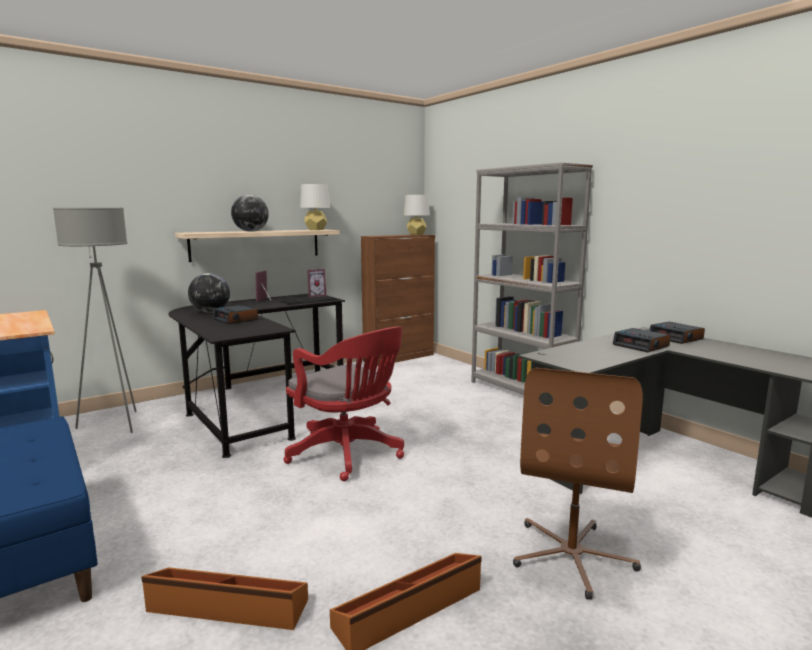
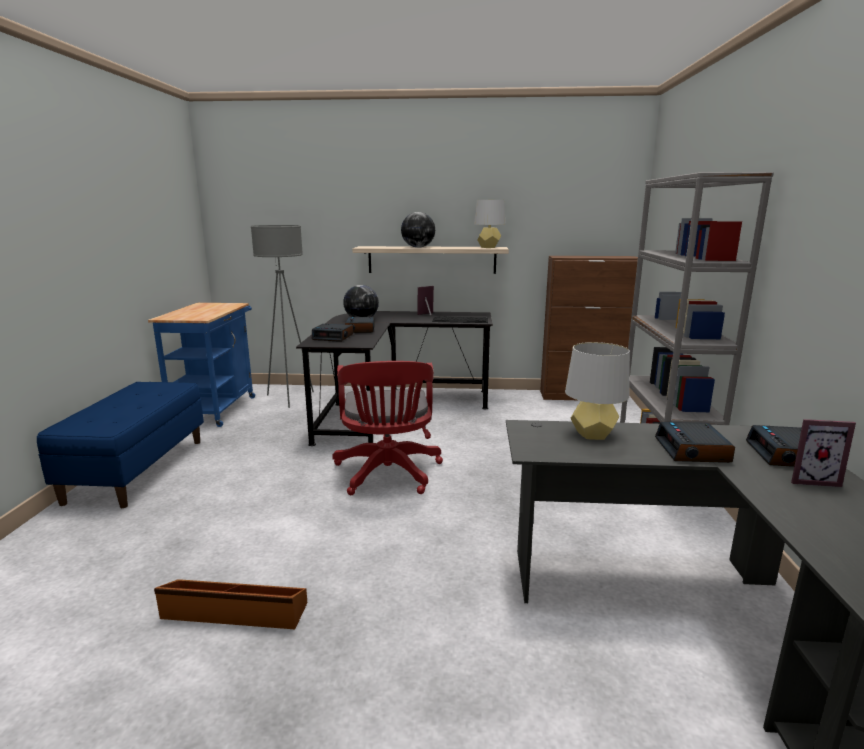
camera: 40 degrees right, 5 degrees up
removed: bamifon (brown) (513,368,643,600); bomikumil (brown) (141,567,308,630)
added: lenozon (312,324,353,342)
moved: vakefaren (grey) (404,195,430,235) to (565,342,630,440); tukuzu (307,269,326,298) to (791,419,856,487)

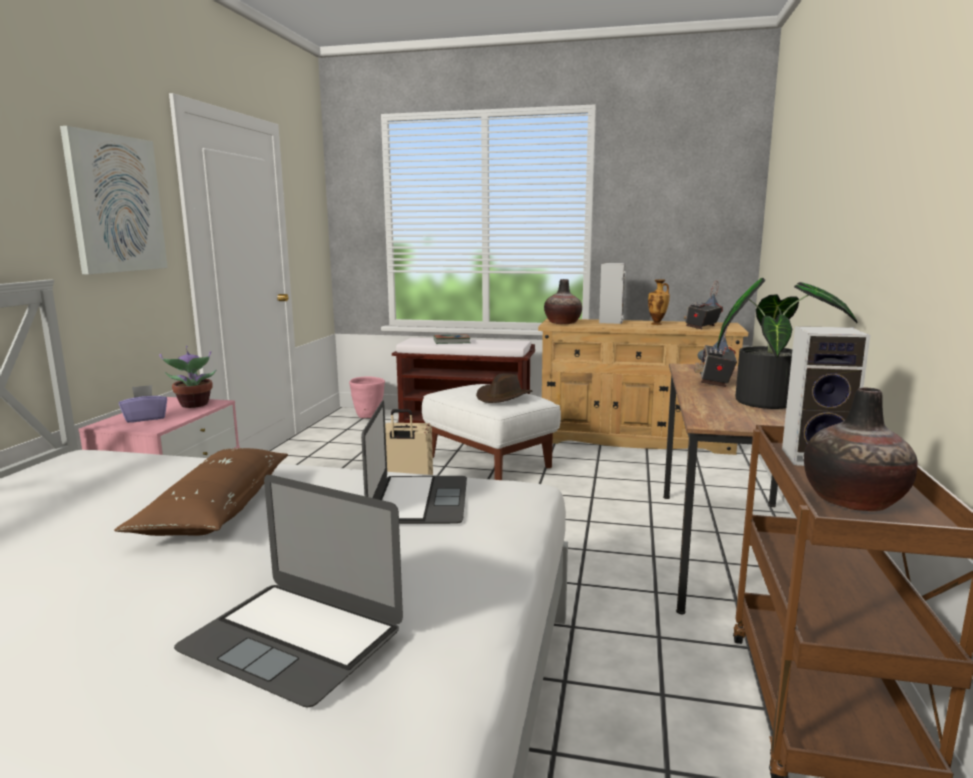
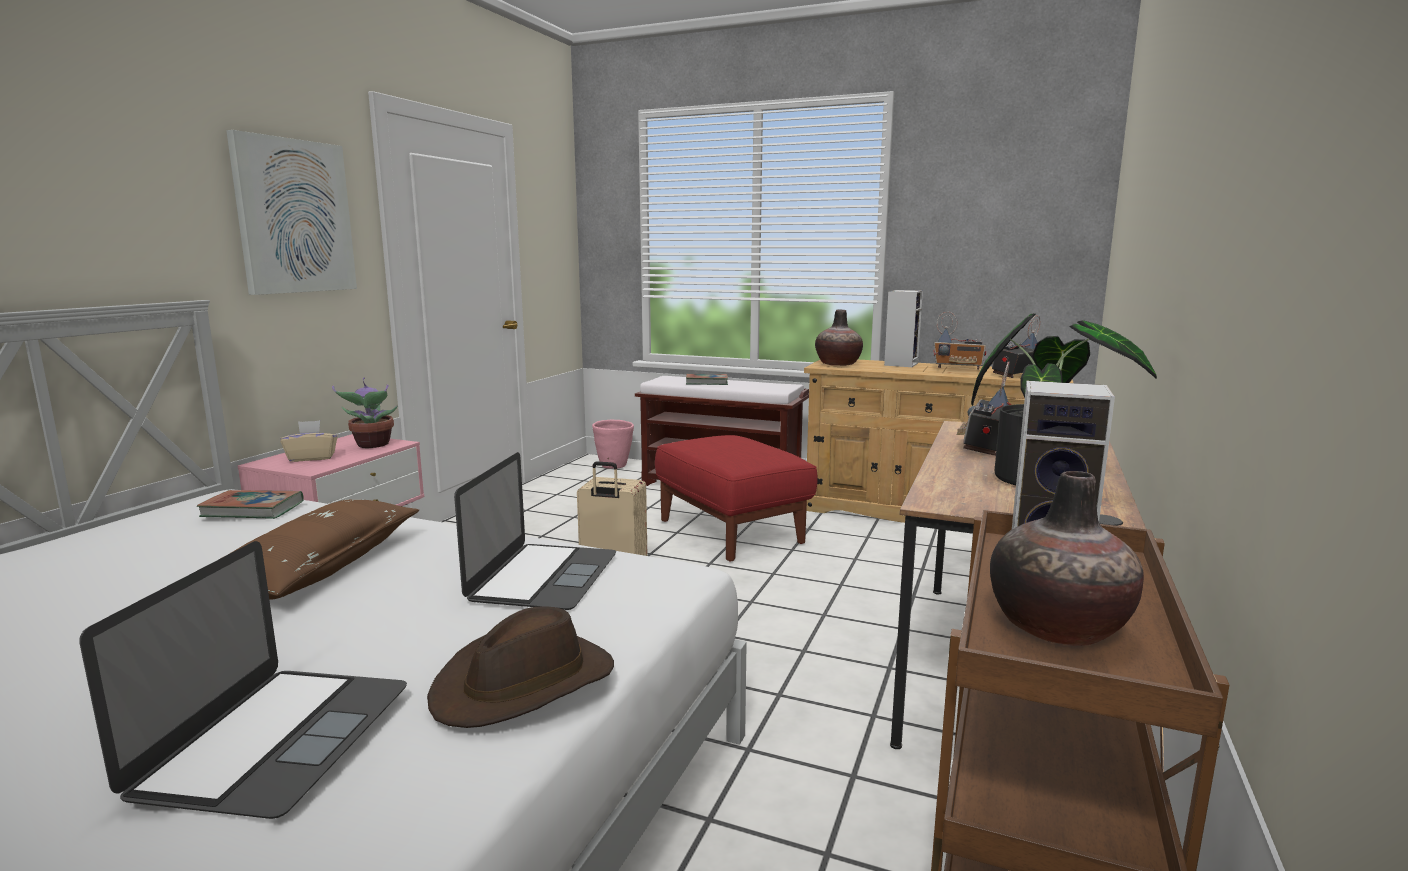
camera: 10 degrees right, 0 degrees up
added: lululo (197,490,304,519)
moved: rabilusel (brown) (476,373,533,403) to (427,606,614,728)
replaced: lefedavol (648,279,670,325) to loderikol (933,312,987,370)
recoloured: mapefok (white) (422,384,561,480) to mapefok (red) (655,435,818,562); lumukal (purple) (119,385,167,423) to lumukal (beige) (280,420,338,462)
turned: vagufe (174,475,403,708) = (79,541,407,819) 120 degrees counterclockwise

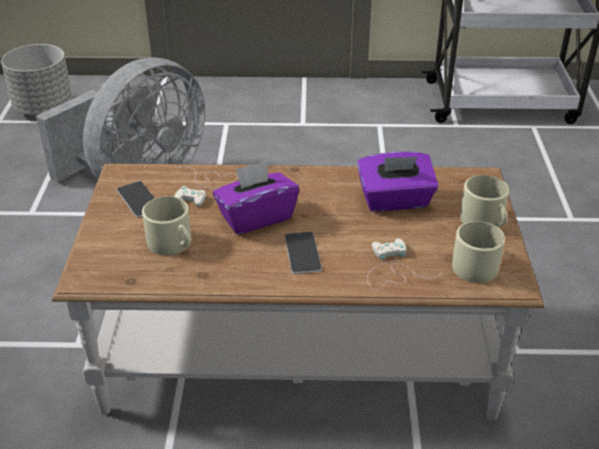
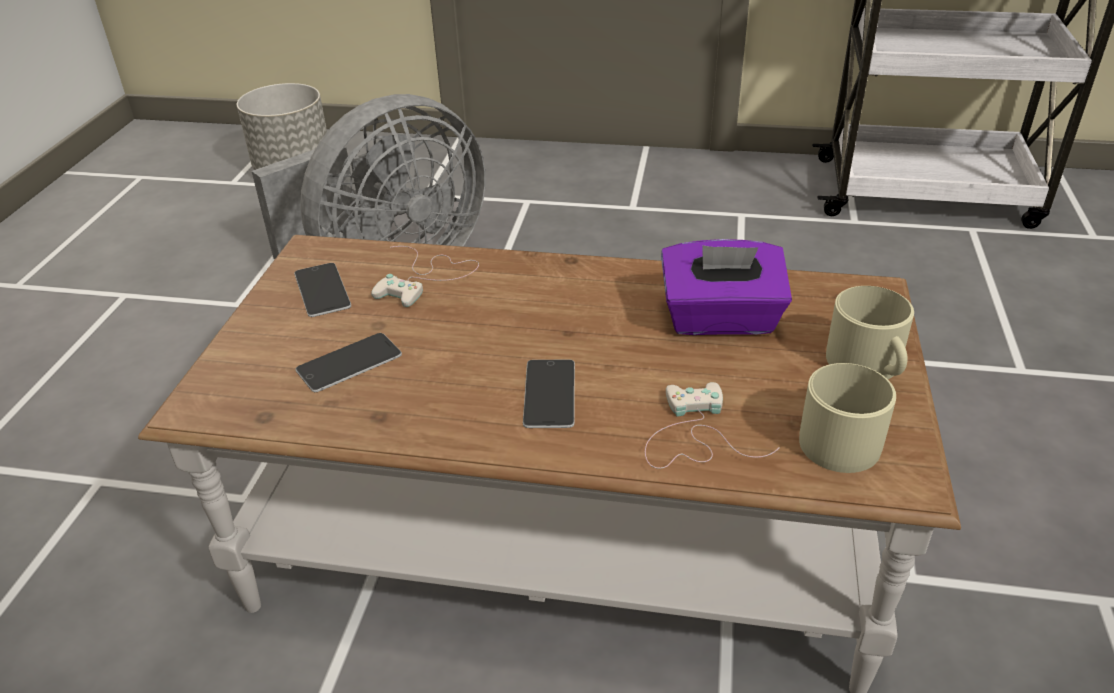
camera: 10 degrees right, 0 degrees up
removed: lumukal (purple) (213,161,299,235)
replaced: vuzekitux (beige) (142,196,191,255) to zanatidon (295,333,402,392)

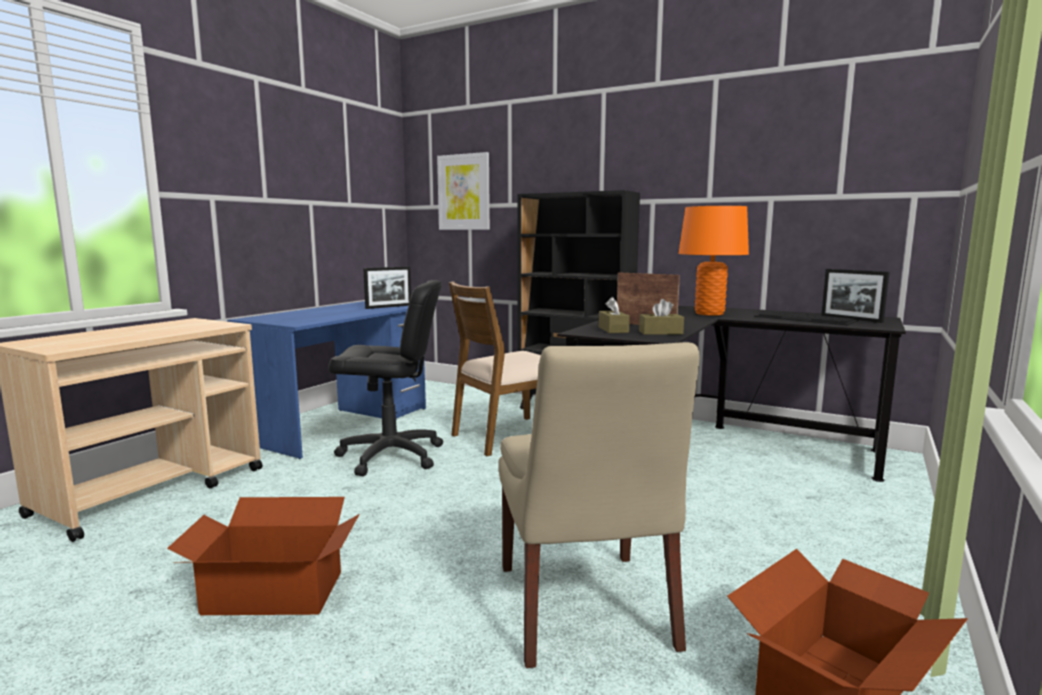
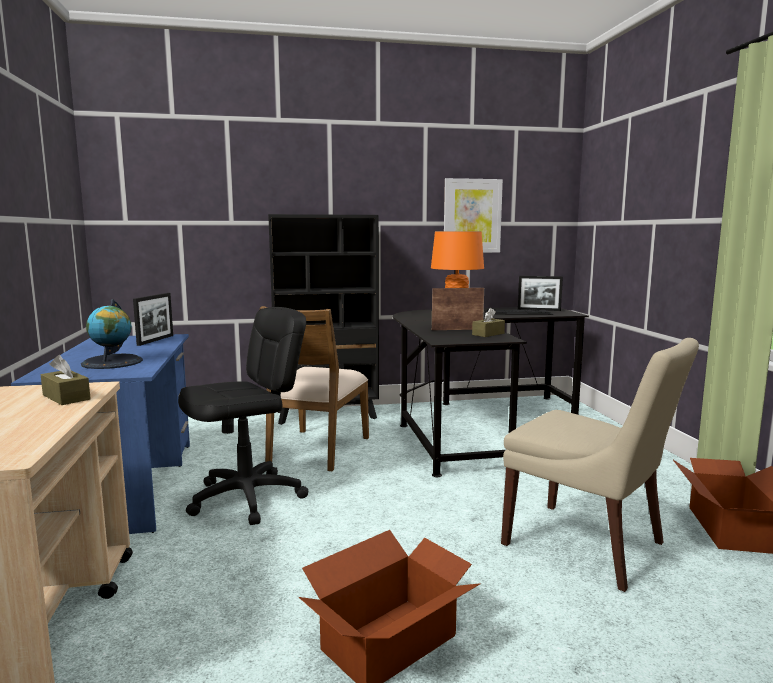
camera: 40 degrees left, 0 degrees up
added: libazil (81,299,143,369)
moved: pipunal (437,152,490,230) to (444,178,503,253); lumukal (brown) (599,297,630,333) to (41,355,91,405)

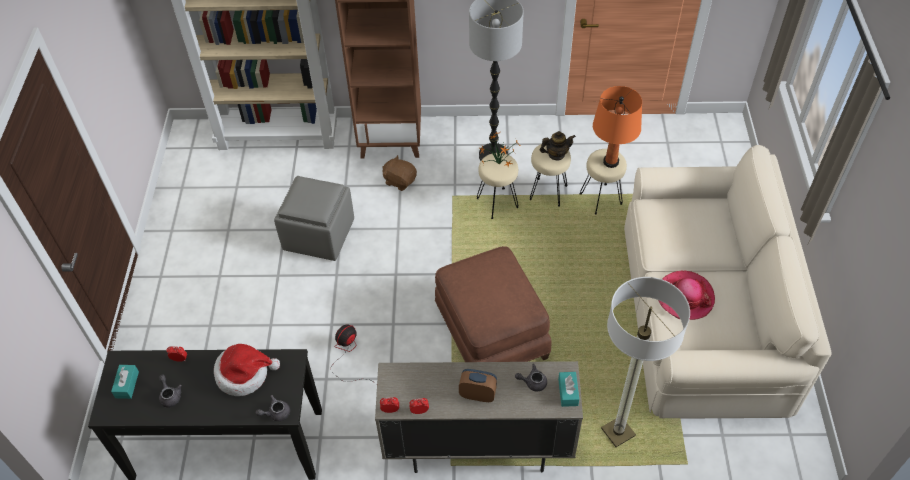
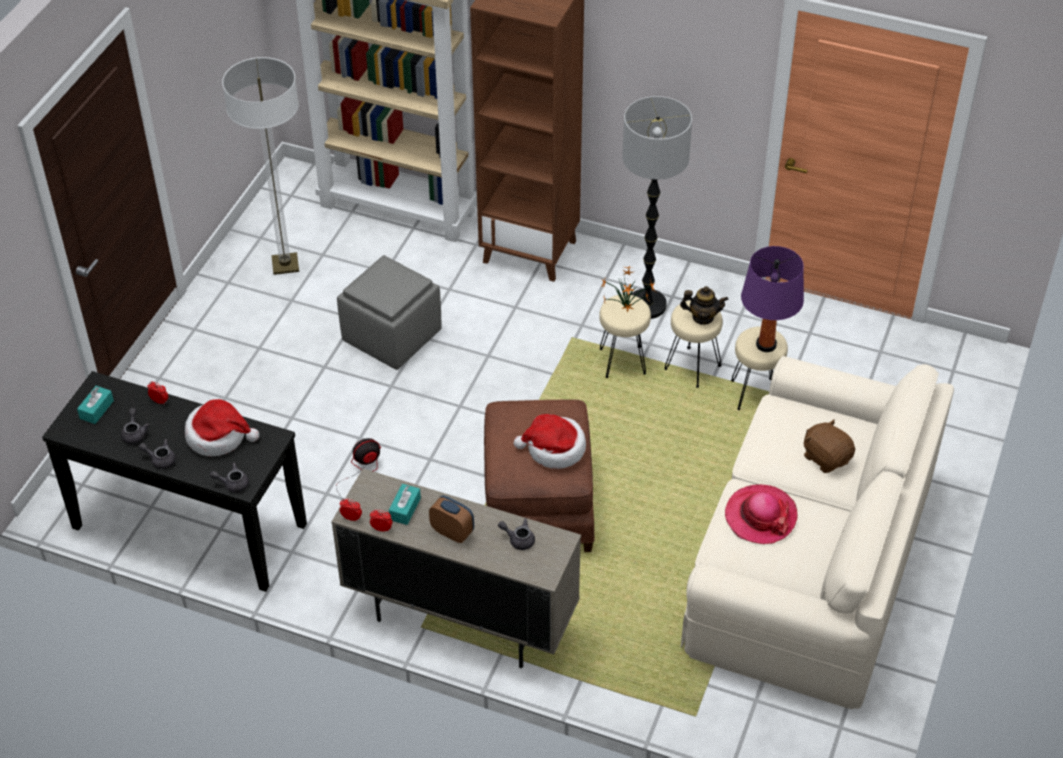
camera: 20 degrees right, 5 degrees down
added: rabilusel (514,414,586,469); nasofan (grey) (139,439,176,469)
moved: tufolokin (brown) (382,155,417,191) to (804,419,855,473); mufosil (601,277,690,447) to (222,57,299,275); lumukal (turquoise) (558,372,579,407) to (389,484,421,525)
recoloured: vakefaren (orange) (593,86,642,168) to vakefaren (purple) (741,246,804,352)

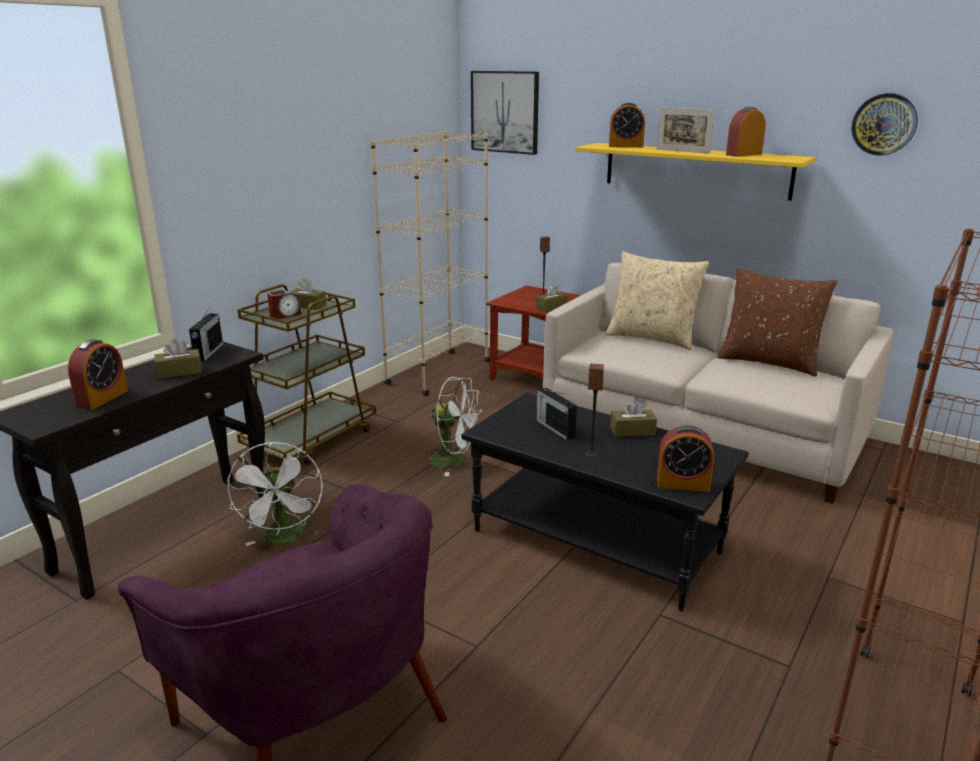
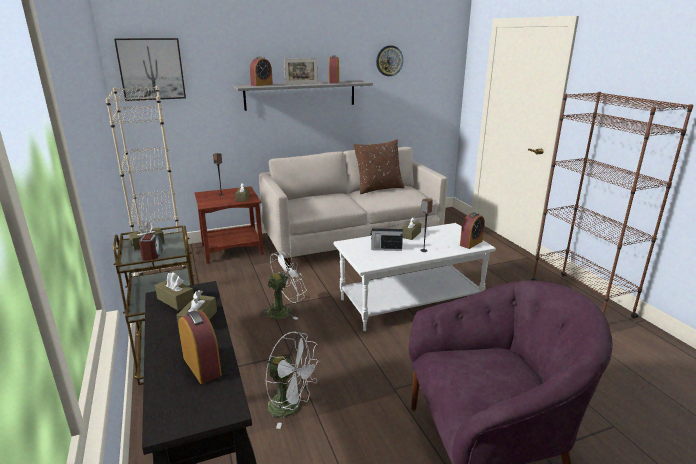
camera: 55 degrees left, 0 degrees up
removed: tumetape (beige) (606,252,709,350)
replaced: loderikol (189,309,223,362) to lumukal (brown) (155,272,194,311)
recoloured: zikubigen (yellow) (575,143,815,201) to zikubigen (grey) (233,80,373,111); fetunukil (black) (461,393,749,611) to fetunukil (white) (334,223,496,331)

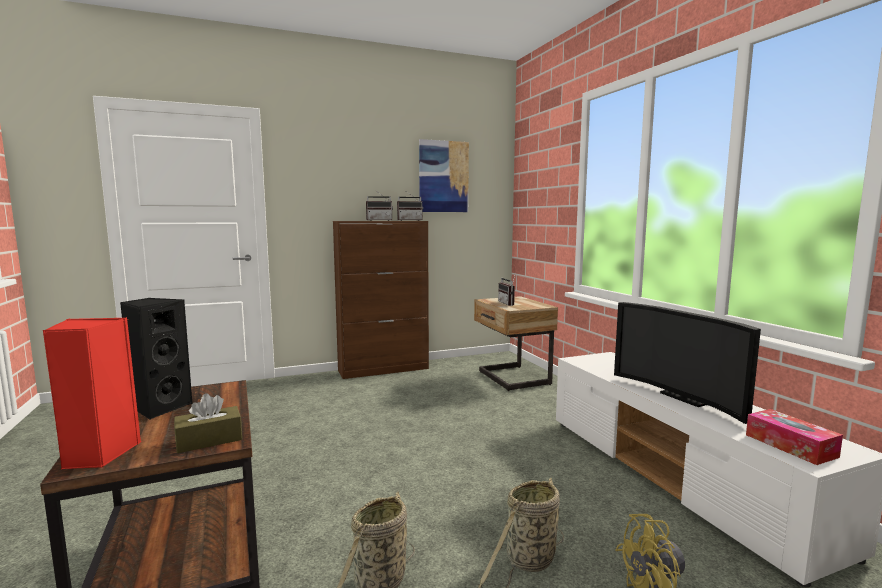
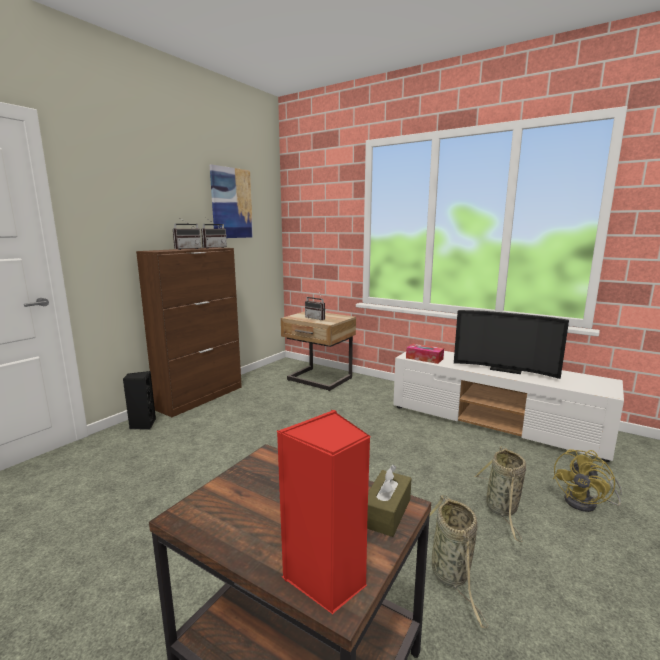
camera: 35 degrees left, 5 degrees up
moved: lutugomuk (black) (120,298,192,420) to (123,371,156,430); lumukal (746,409,843,465) to (406,344,444,364)

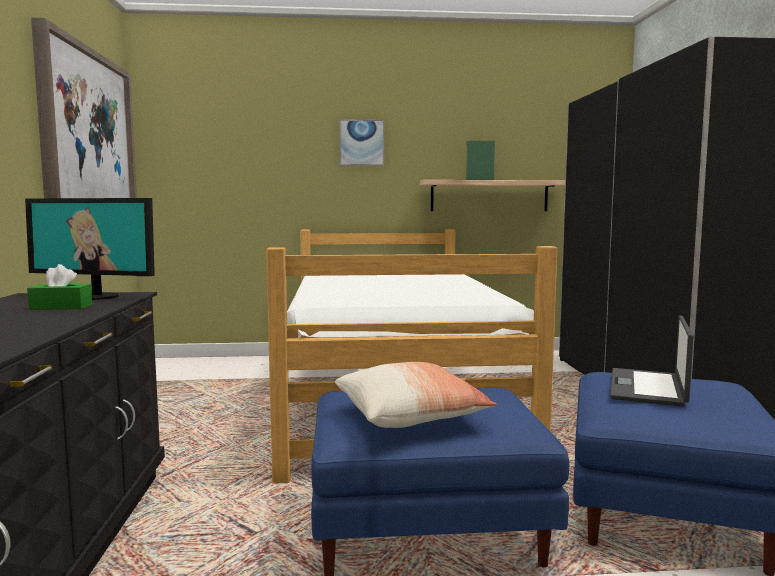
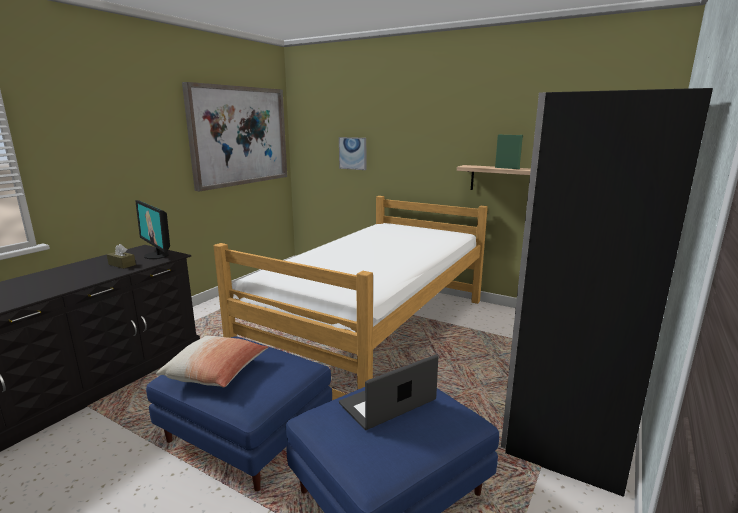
camera: 35 degrees right, 10 degrees up
moved: pipunal (339,119,384,166) to (339,137,366,170)
recoloured: lumukal (green) (27,264,92,310) to lumukal (brown) (107,244,136,269)

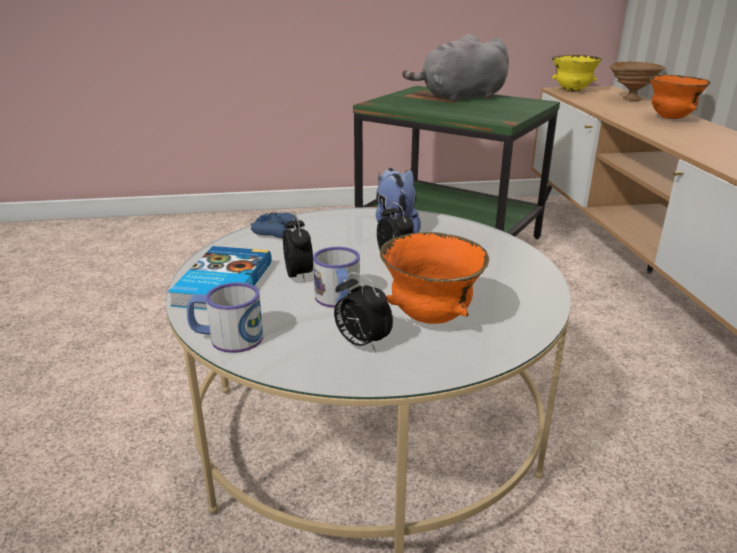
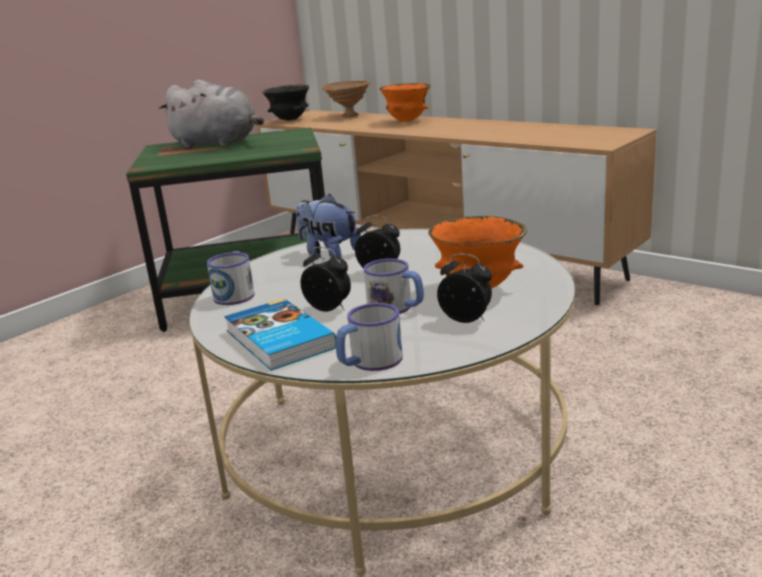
camera: 40 degrees left, 5 degrees down
replaced: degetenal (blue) (250,212,301,239) to vuzekitux (207,251,255,305)
recoloured: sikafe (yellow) (551,55,602,91) to sikafe (black) (262,84,309,121)
turned: tufolokin (grey) (402,34,509,102) = (159,80,264,148) 105 degrees counterclockwise; lenozon (334,272,393,352) = (437,253,492,323) 150 degrees counterclockwise

